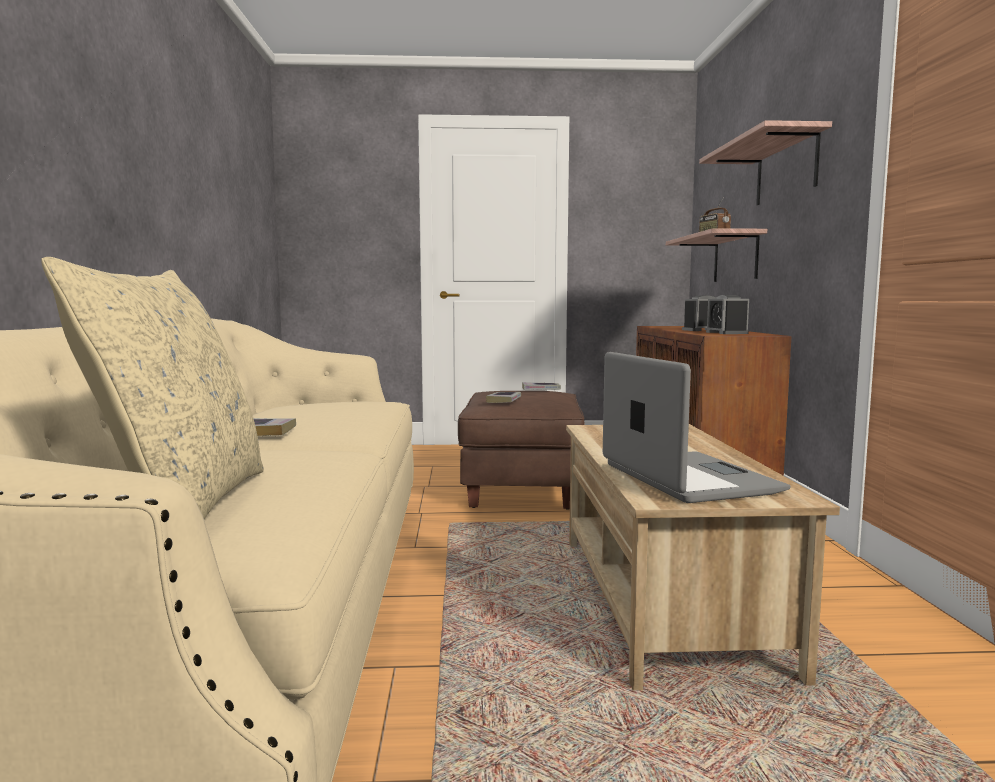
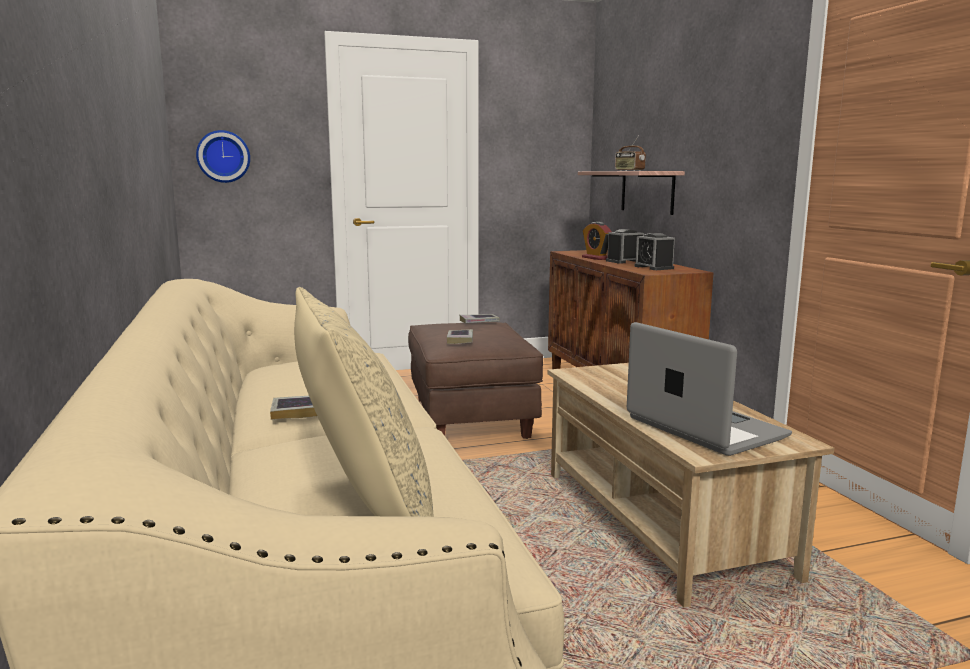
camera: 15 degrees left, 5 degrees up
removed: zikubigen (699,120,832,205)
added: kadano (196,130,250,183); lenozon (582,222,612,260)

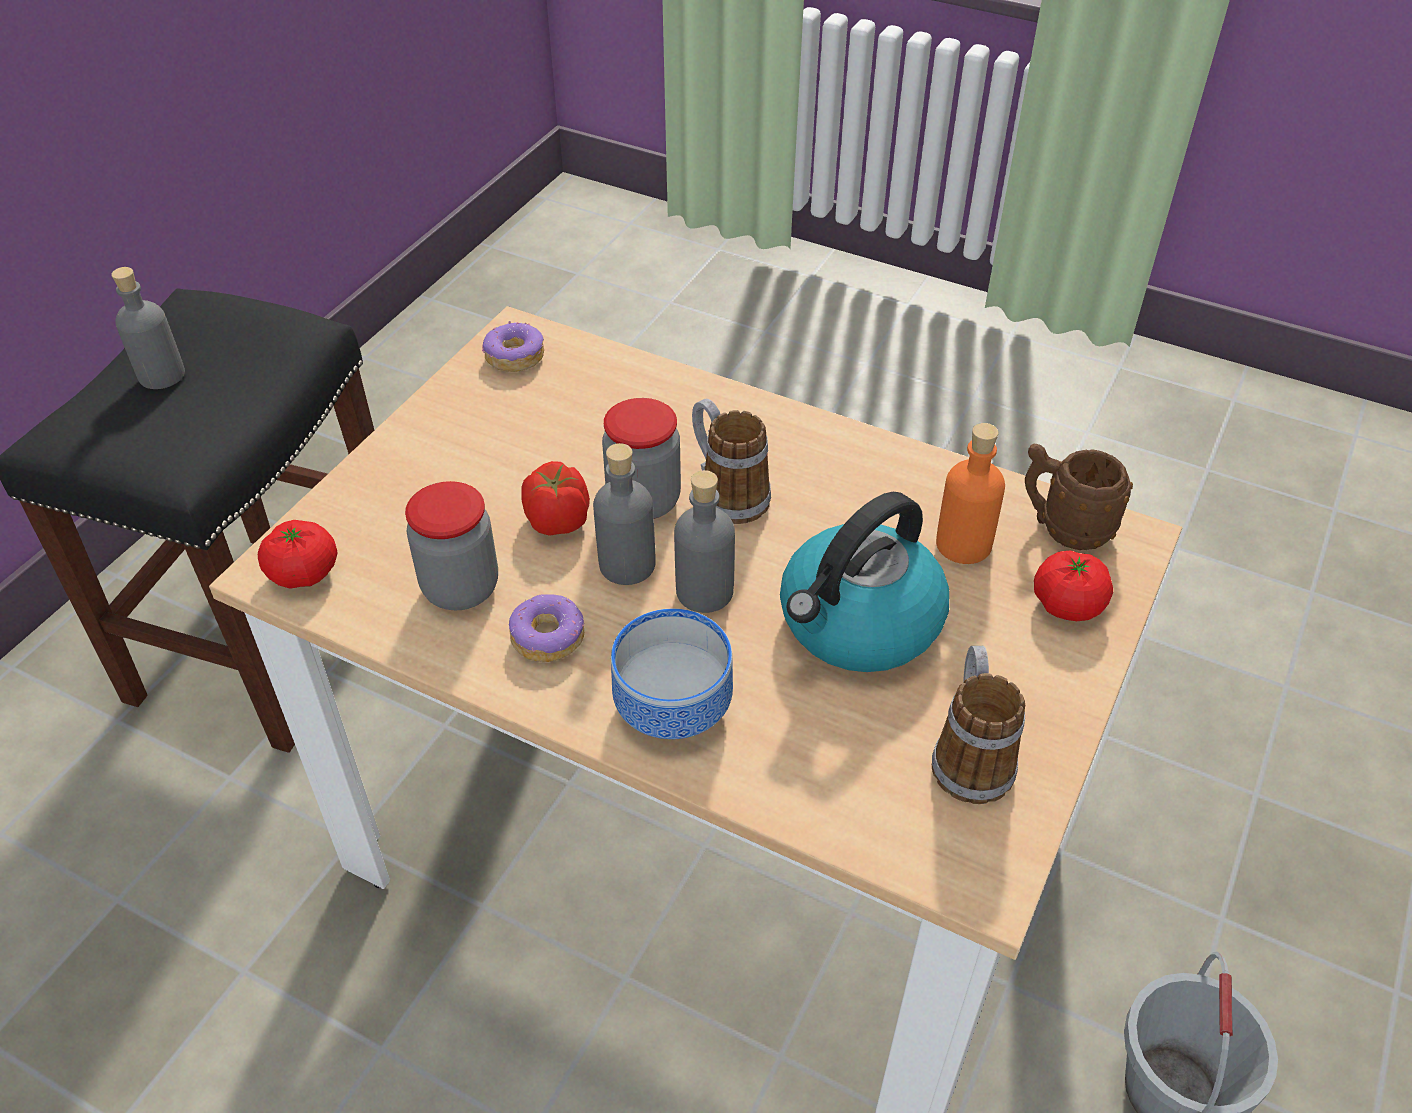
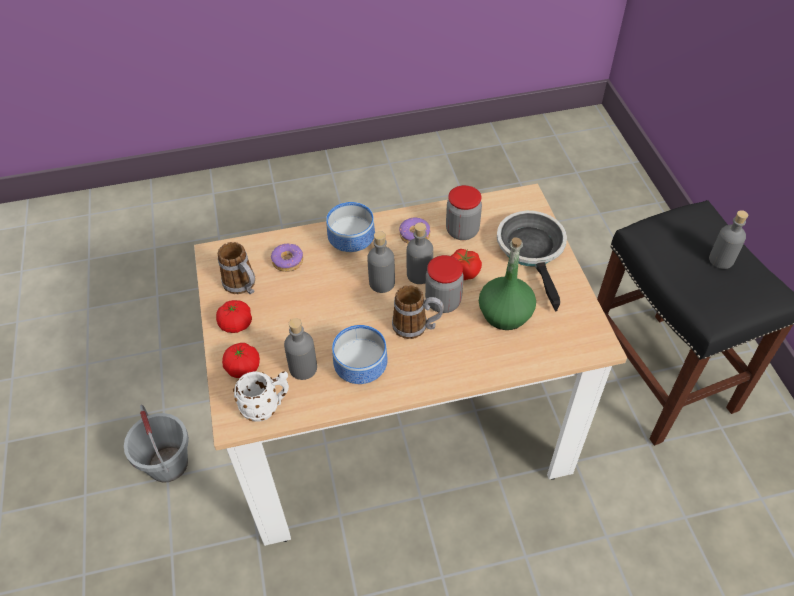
camera: 140 degrees right, 5 degrees up
removed: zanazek (780,492,950,672)
added: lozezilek (497,211,567,311); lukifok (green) (479,237,536,330); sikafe (332,325,387,384)
moved: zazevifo (482,321,544,372) to (271,244,303,272); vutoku (258,520,337,589) to (216,300,252,333)
recoloured: lukifok (orange) (936,423,1005,564) to lukifok (grey) (284,318,317,380); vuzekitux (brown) (1025,444,1133,550) to vuzekitux (white) (233,371,289,422)

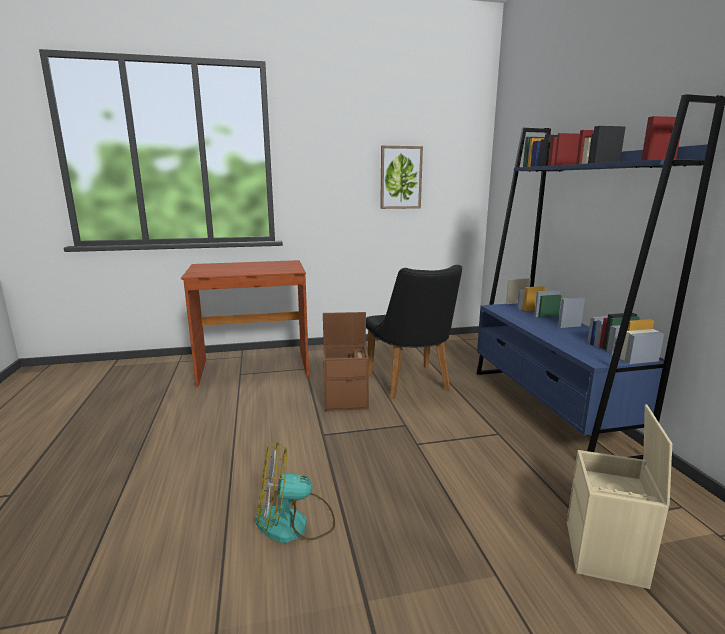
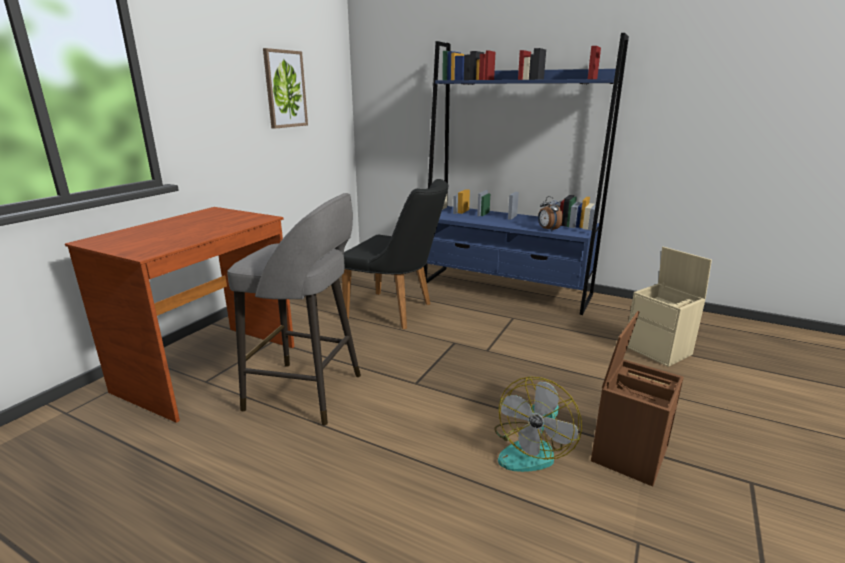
camera: 50 degrees left, 5 degrees up
added: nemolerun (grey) (227,193,361,426); lenozon (538,196,563,232)
moved: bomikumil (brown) (323,312,369,411) to (591,311,684,487)

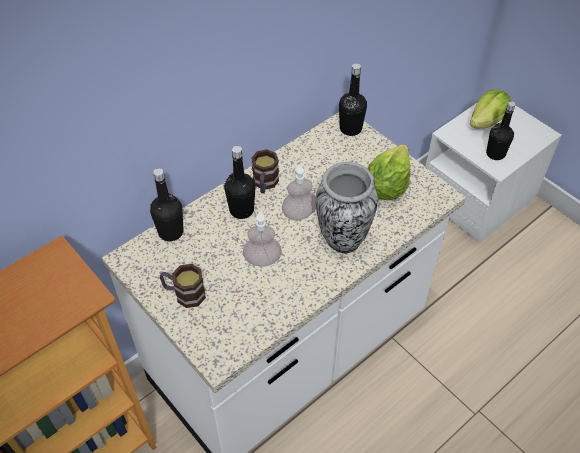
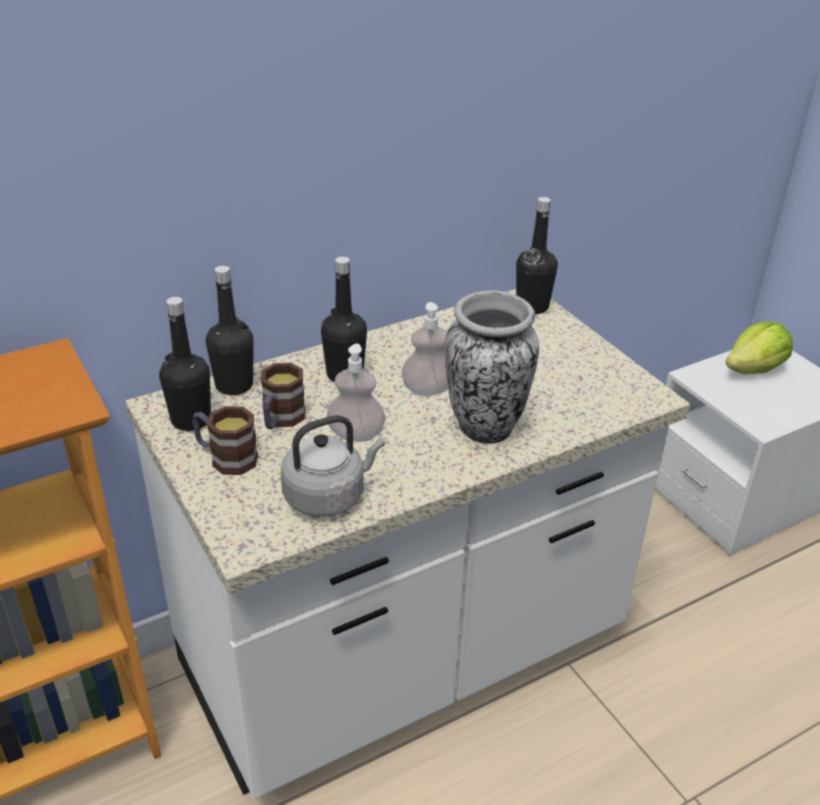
camera: 10 degrees right, 15 degrees down
removed: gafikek (368,144,410,200)
added: zanazek (grey) (281,415,385,516)
moved: lukifok (black) (486,102,515,160) to (159,297,211,431); vuzekitux (251,149,279,193) to (261,363,305,429)

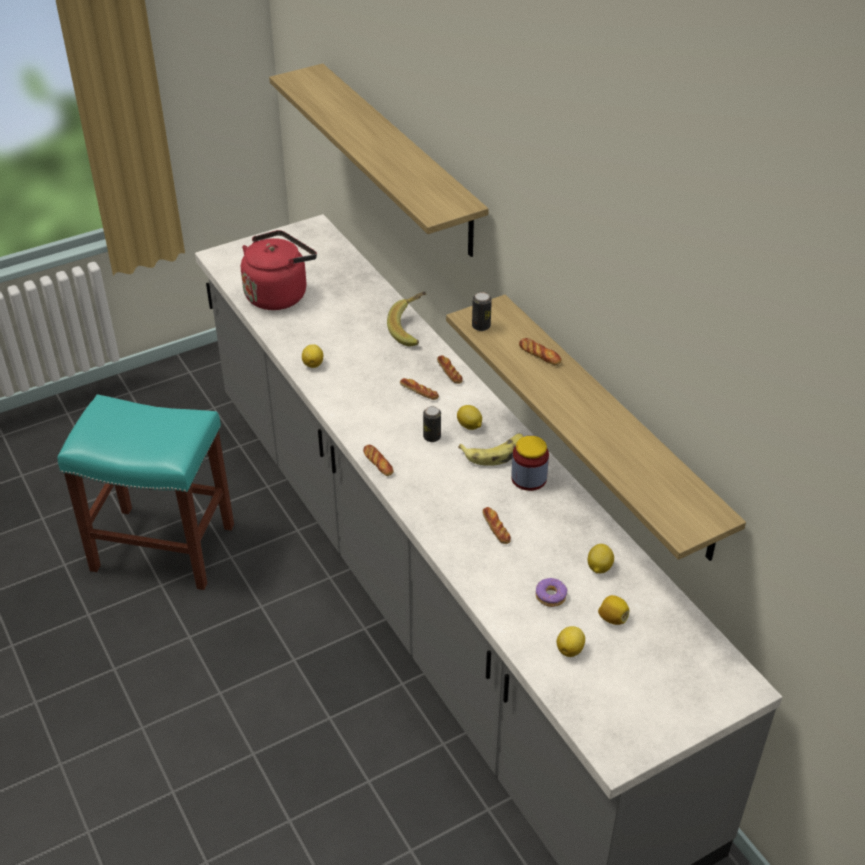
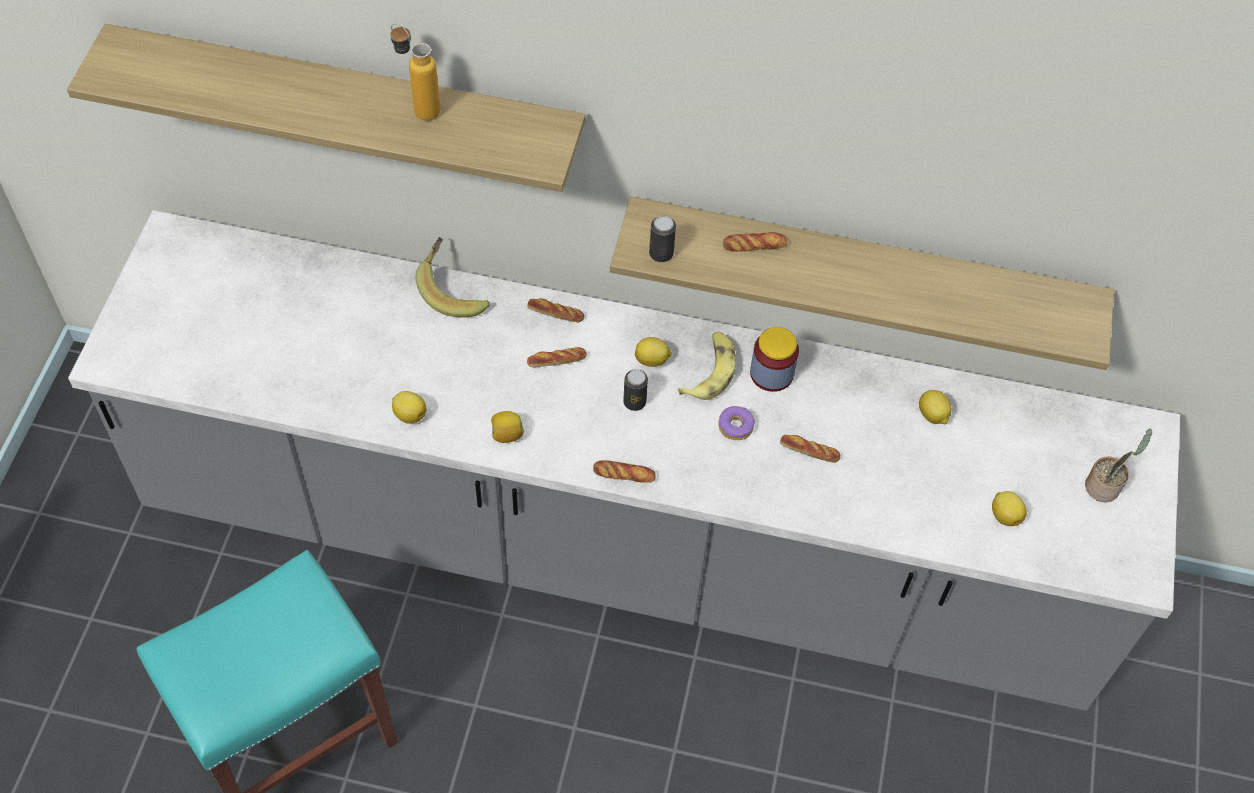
camera: 50 degrees left, 15 degrees up
removed: zanazek (red) (241,230,317,310)
added: lukifok (390,23,440,121); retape (1085,429,1152,502)
moved: zazevifo (536,578,568,607) to (719,406,755,440); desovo (598,595,629,625) to (491,411,524,443)

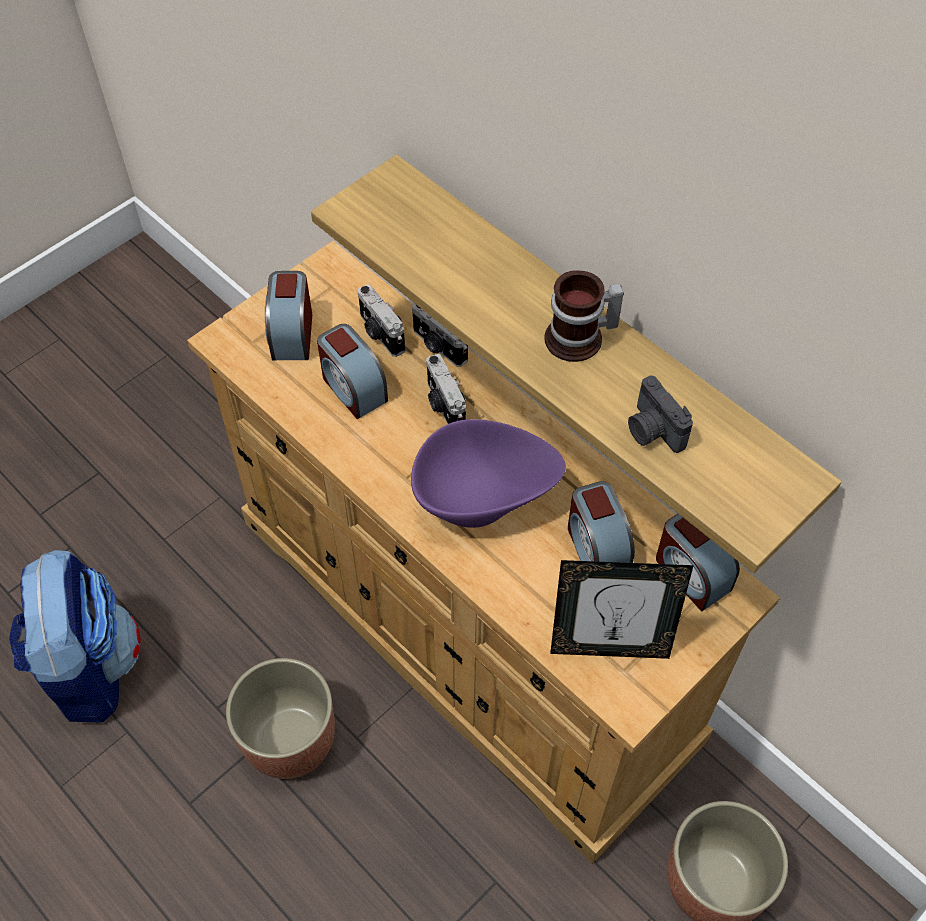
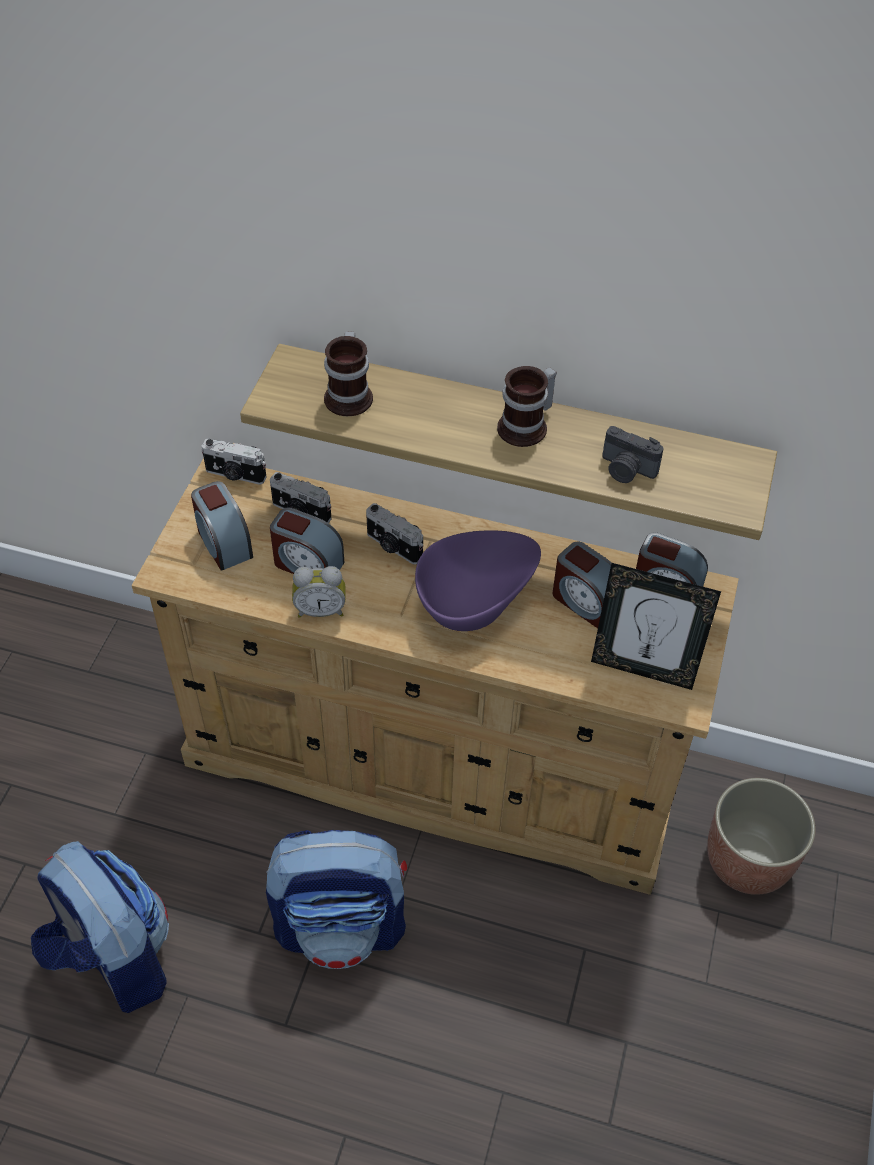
camera: 30 degrees left, 5 degrees down
added: vuzekitux (324,331,373,416); lenozon (292,566,346,618)
moved: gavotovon (412,303,468,367) to (201,438,266,485)
replaced: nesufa (226,658,335,779) to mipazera (266,830,407,969)
turned: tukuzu (550,560,694,659) = (591,563,721,690) 45 degrees clockwise

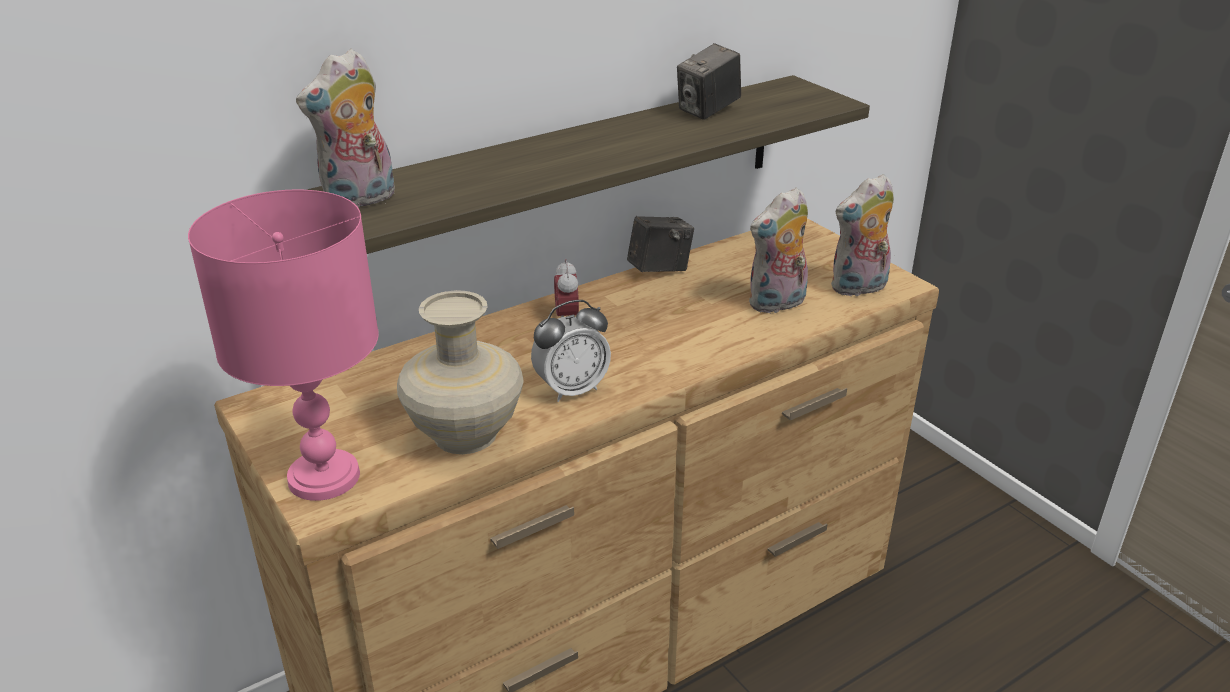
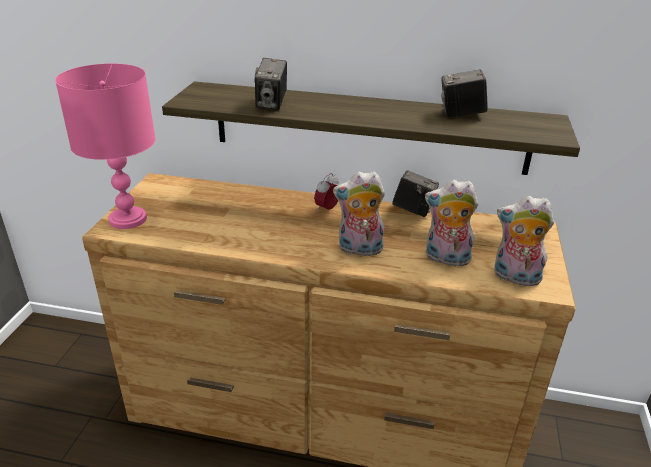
camera: 45 degrees right, 0 degrees up
removed: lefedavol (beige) (397,290,524,454); lenozon (531,300,611,402)
added: gavotovon (254,58,287,110)
moved: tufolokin (296,49,395,208) to (333,171,385,256)

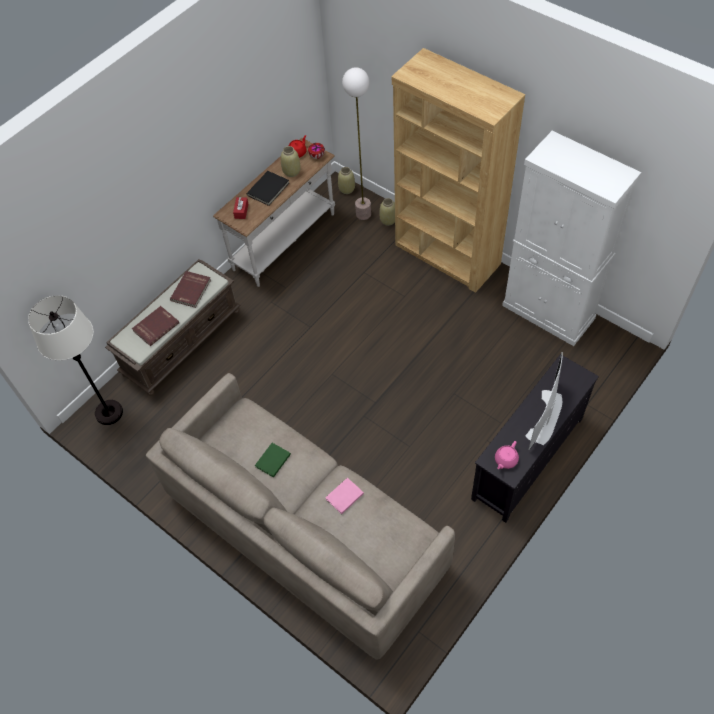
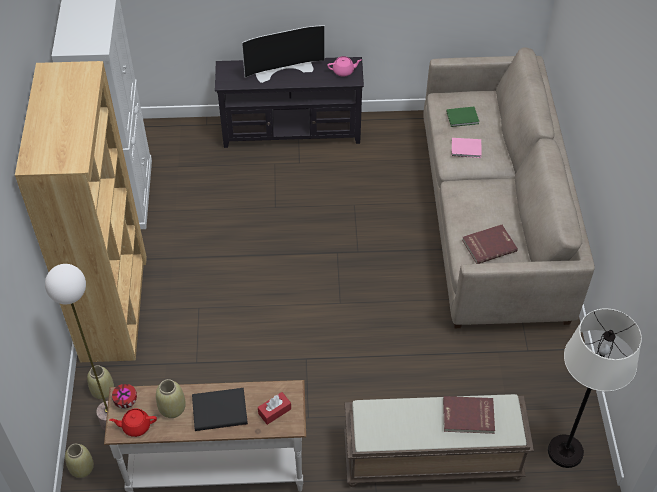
camera: 135 degrees left, 5 degrees down
moved: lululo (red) (170,271,211,308) to (462,225,518,264); lululo (green) (255,443,291,478) to (446,106,479,127)

